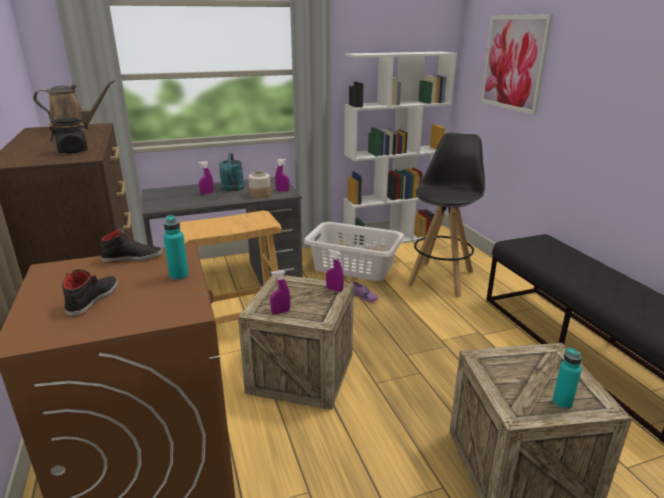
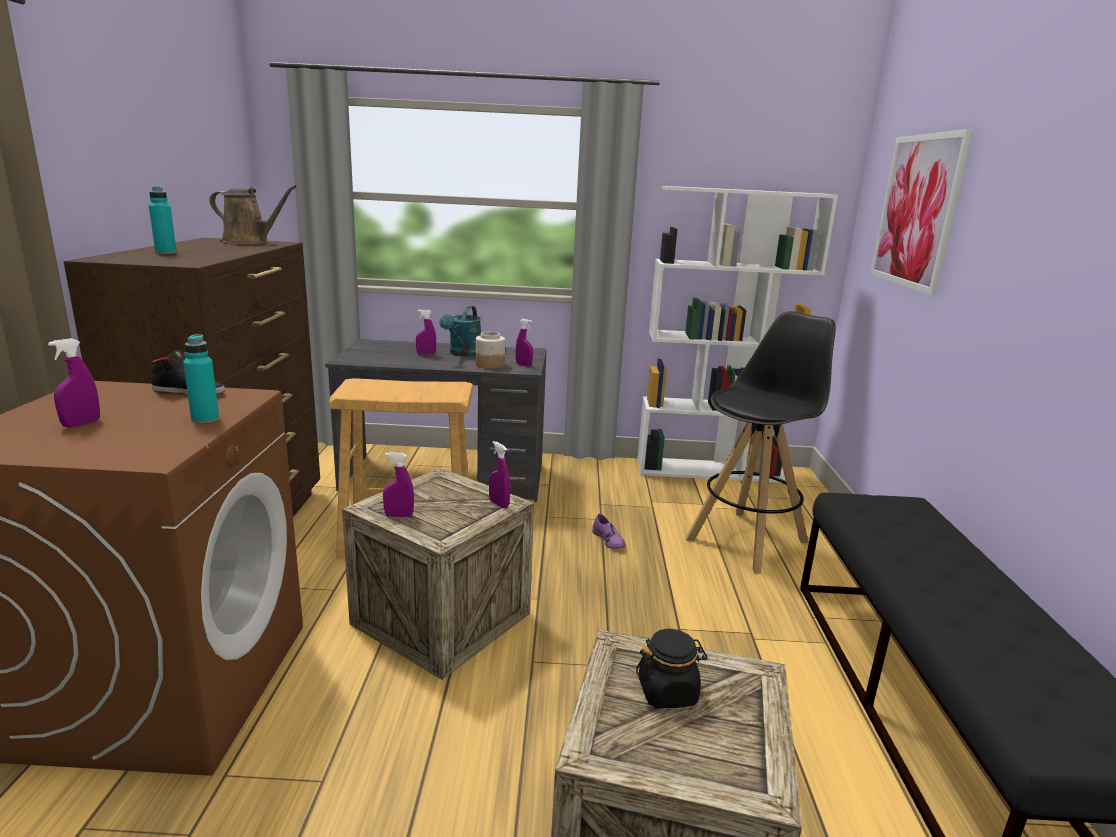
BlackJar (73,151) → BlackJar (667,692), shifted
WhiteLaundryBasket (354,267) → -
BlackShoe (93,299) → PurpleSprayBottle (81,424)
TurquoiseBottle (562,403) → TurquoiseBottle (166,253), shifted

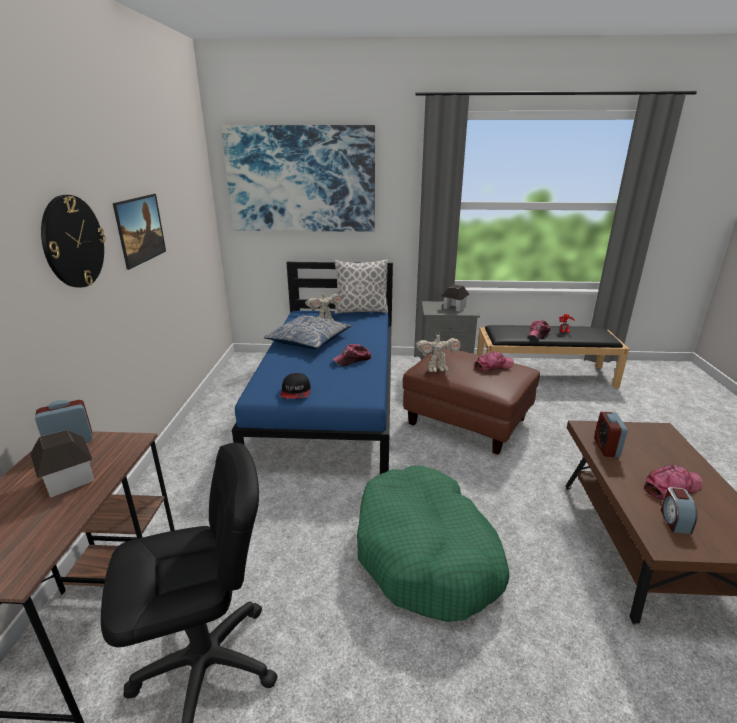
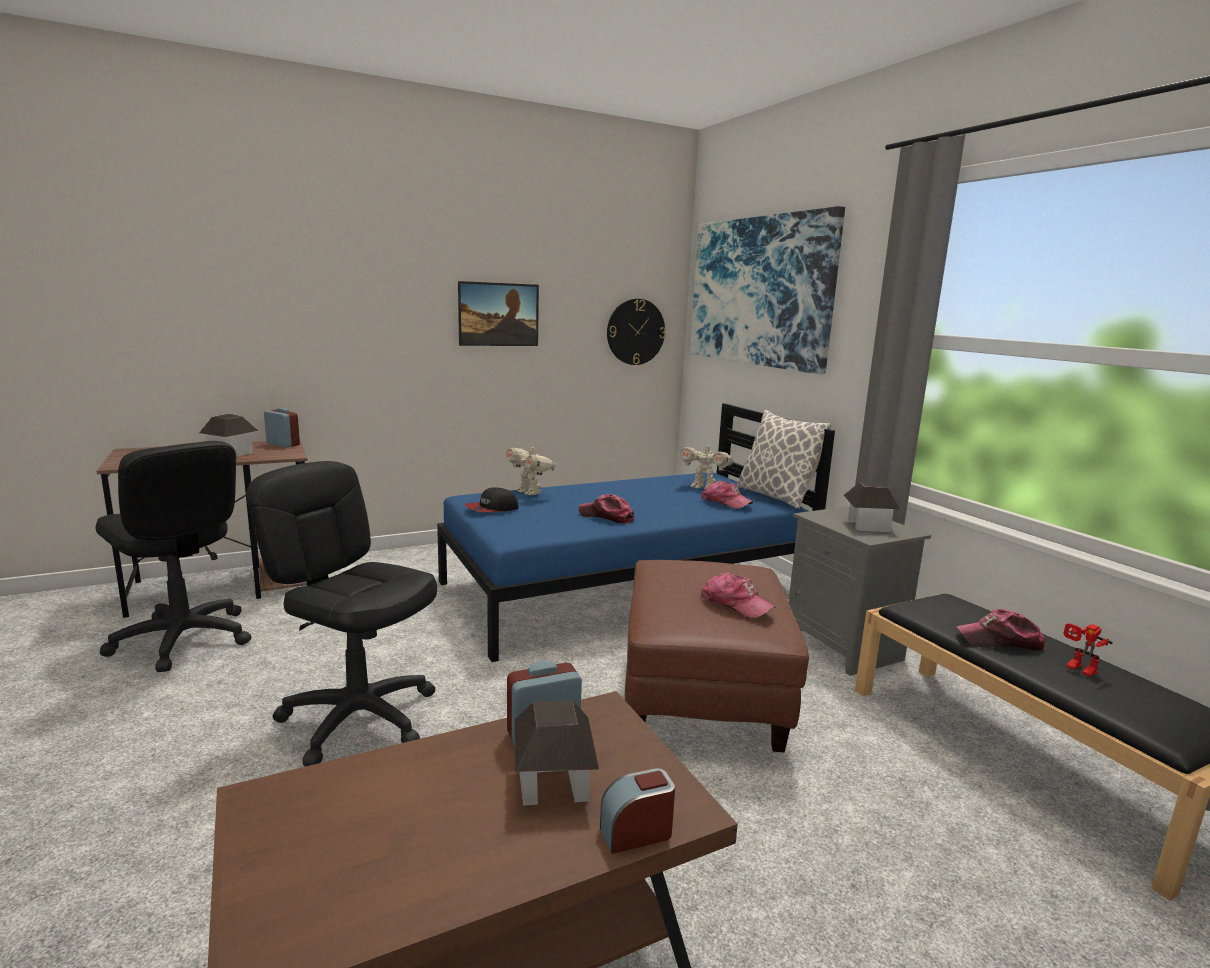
WallClock (73,242) → WallClock (635,332), shifted
Pillow (308,340) → -
ToyRobot (436,369) → ToyRobot (530,492), shifted
Cap (671,487) → Cap (725,502), shifted
GreenDogBed (426,554) → BlackOfficeChair (359,718)
AlarmClock (674,520) → AlarmClock (636,832), shifted
- → ToyHouse (553,783)

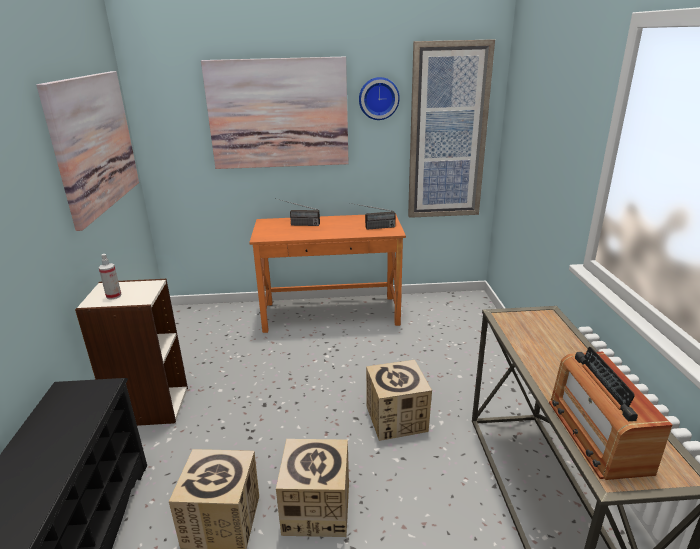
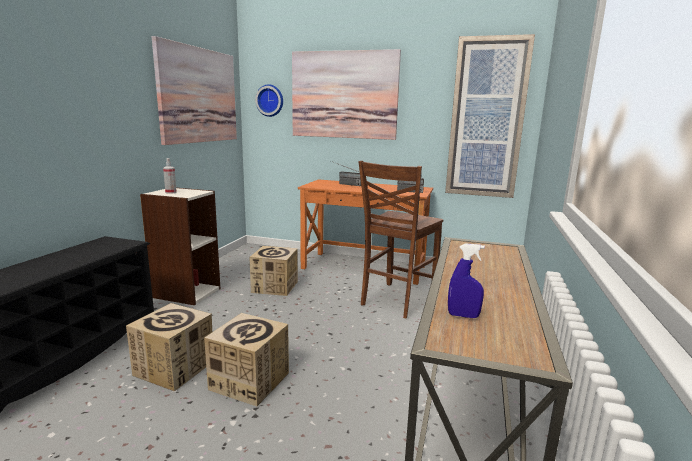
WallClock (378,98) → WallClock (270,100), shifted
Radio (597,435) → BlueSprayBottle (463,316)
CardboardBox (396,419) → CardboardBox (275,287), shifted
- → BrownChair (396,300)

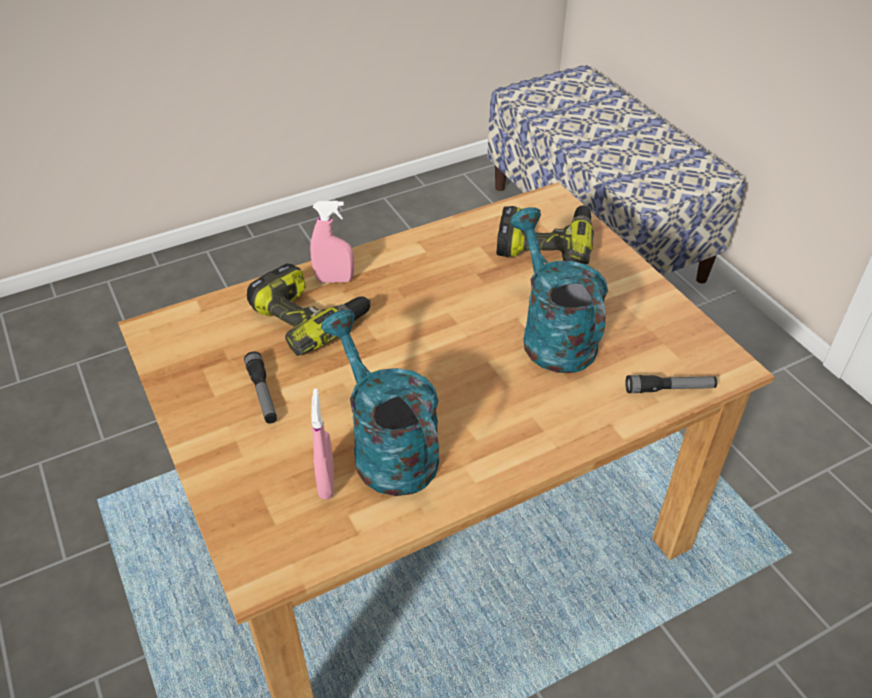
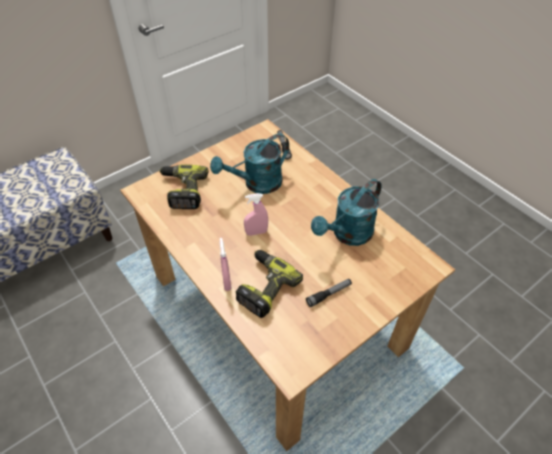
PinkSprayBottle (326,482) → PinkSprayBottle (256,232), shifted

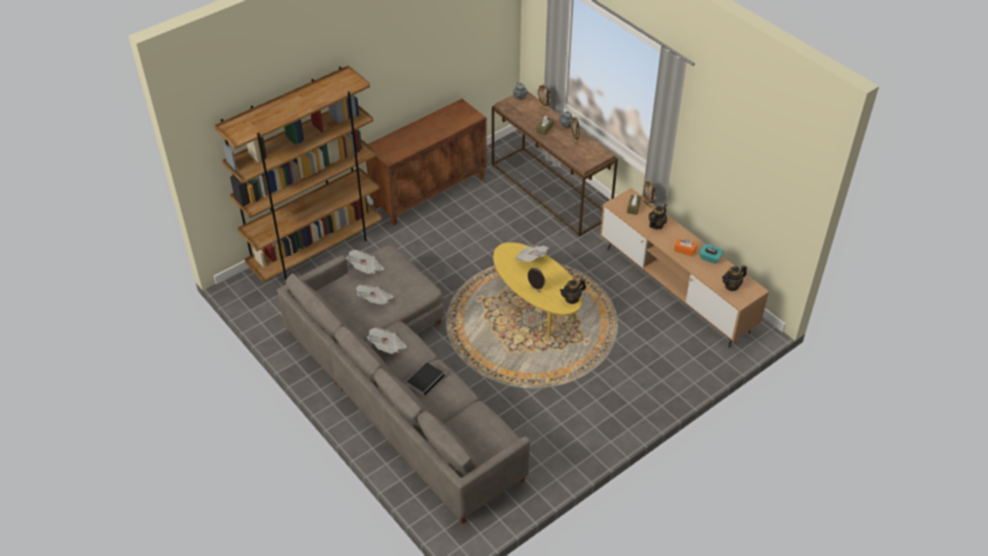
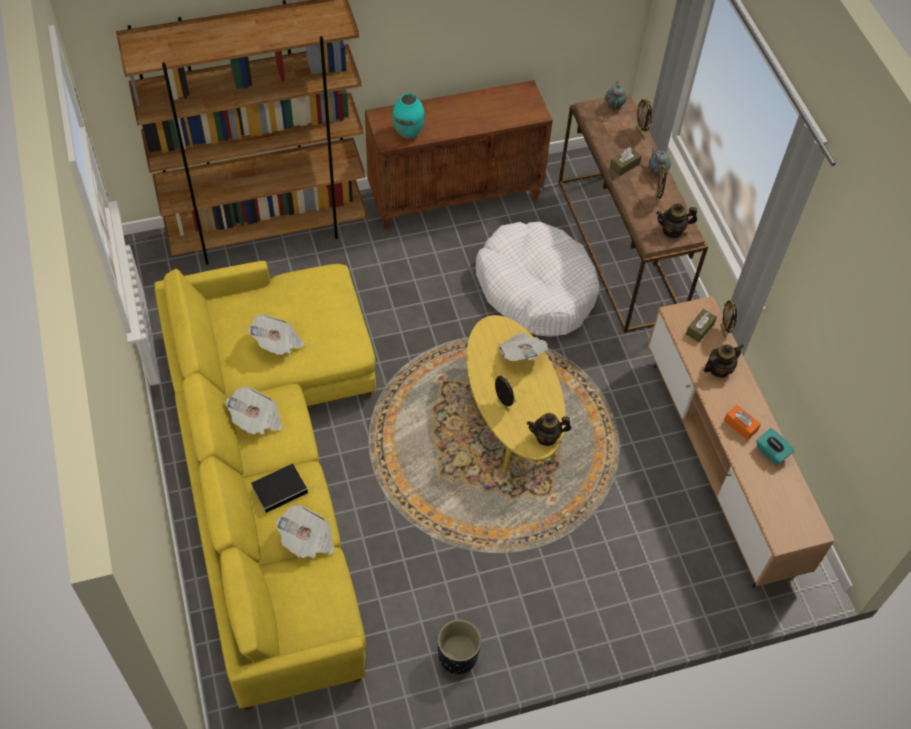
GreySofa (400,384) → YellowSofa (273,467)
Newspaper (366,269) → Newspaper (308,540), shifted
Teapot (732,286) → Teapot (672,230), shifted
- → TurquoiseVase (408,132)
- → WhiteDogBed (536,288)
- → BlackPlanter (457,655)

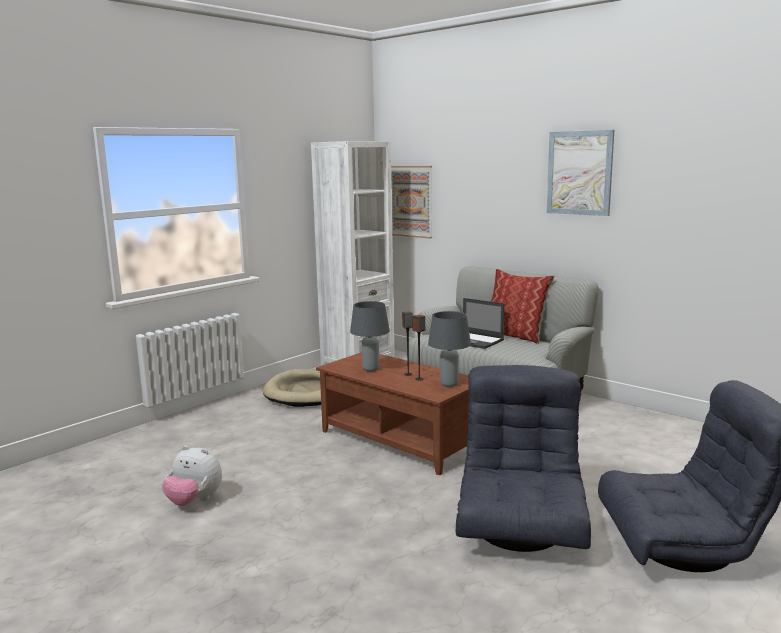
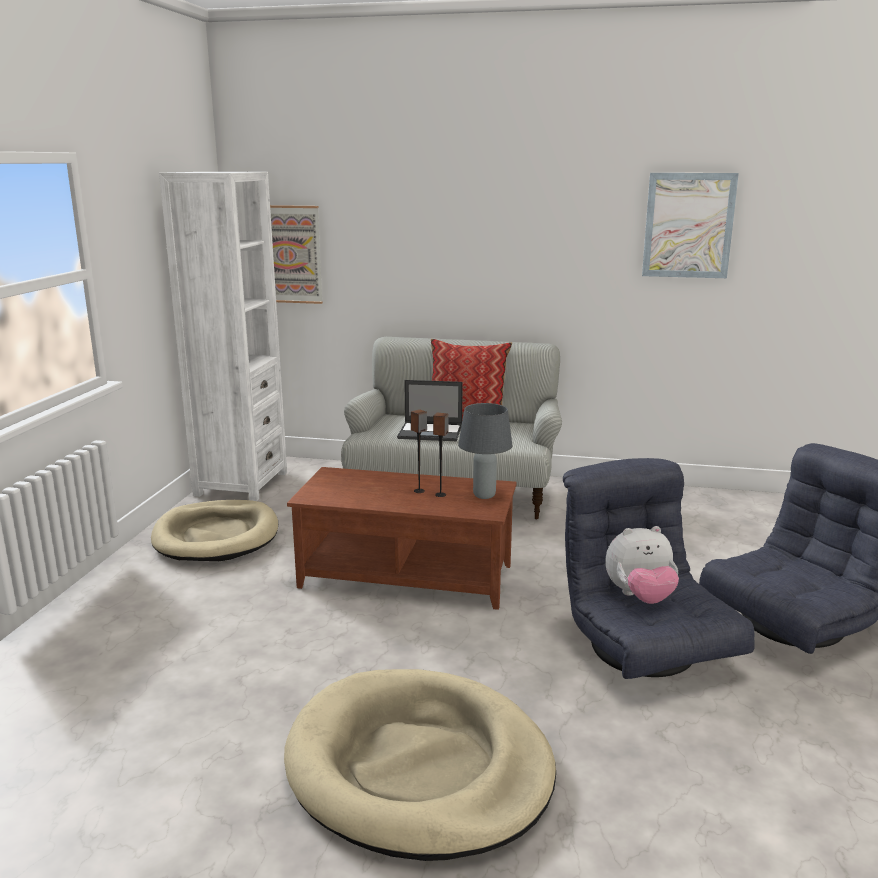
Picture (579,173) → Picture (688,225), shifted
GreyTableLamp (371,369) → -
PlushToy (194,501) → PlushToy (640,597), shifted
- → BeigeDogBed (419,768)

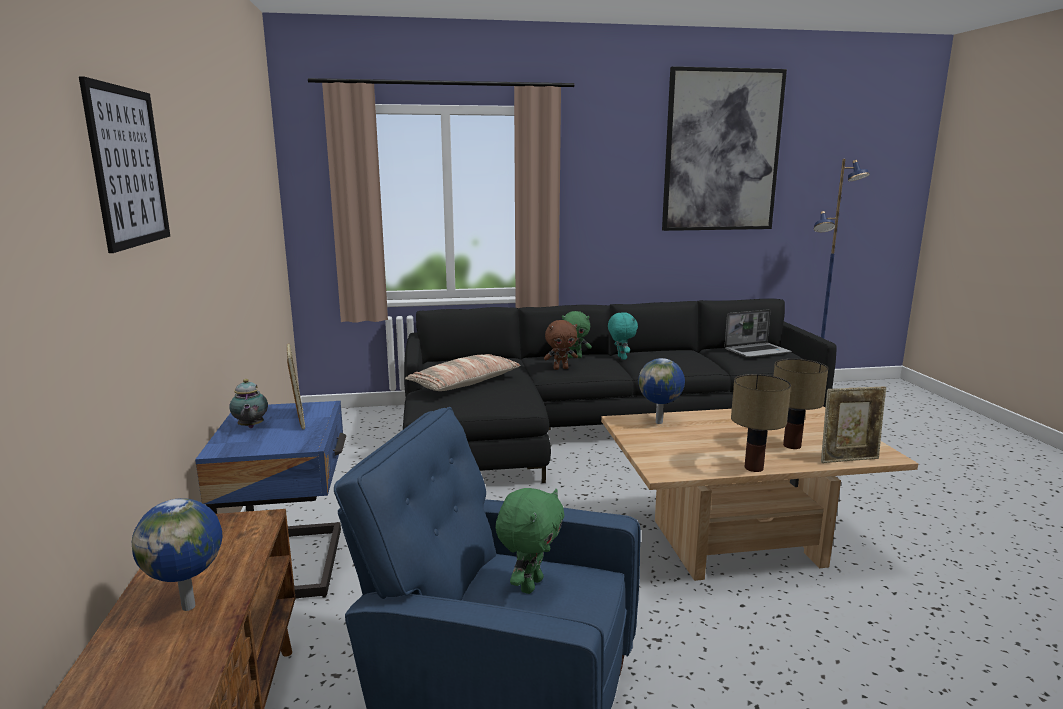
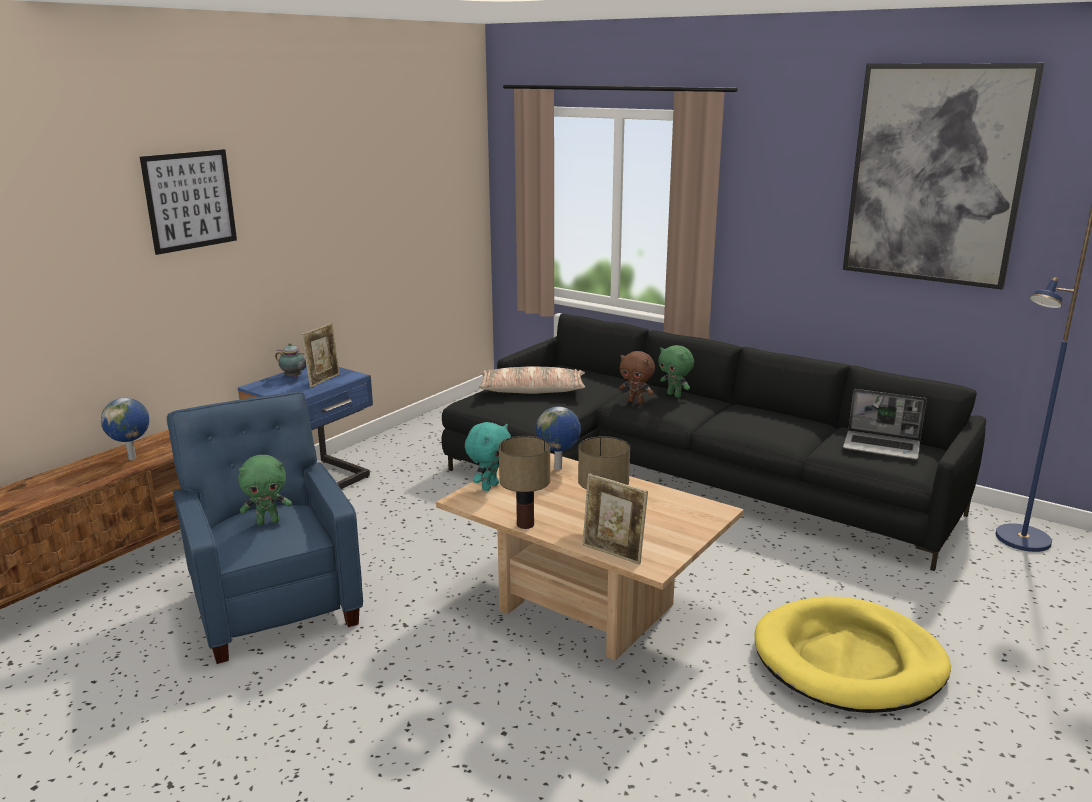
TurquoisePlushToy (621,358) → TurquoisePlushToy (489,486), shifted
Teapot (250,427) → Teapot (294,377), 90 degrees counterclockwise
- → YellowDogBed (848,661)

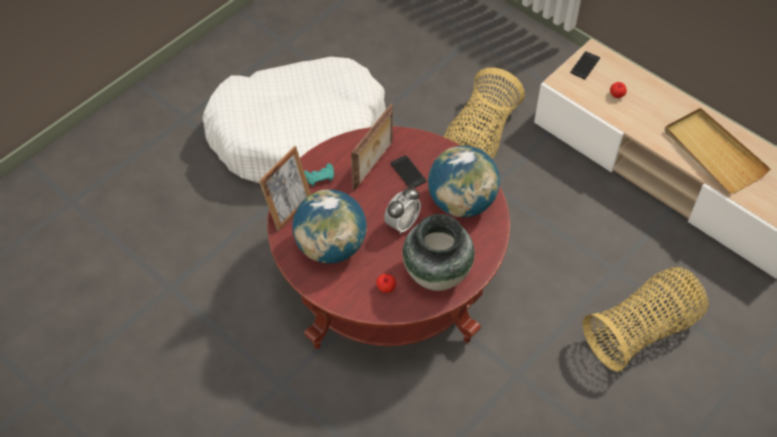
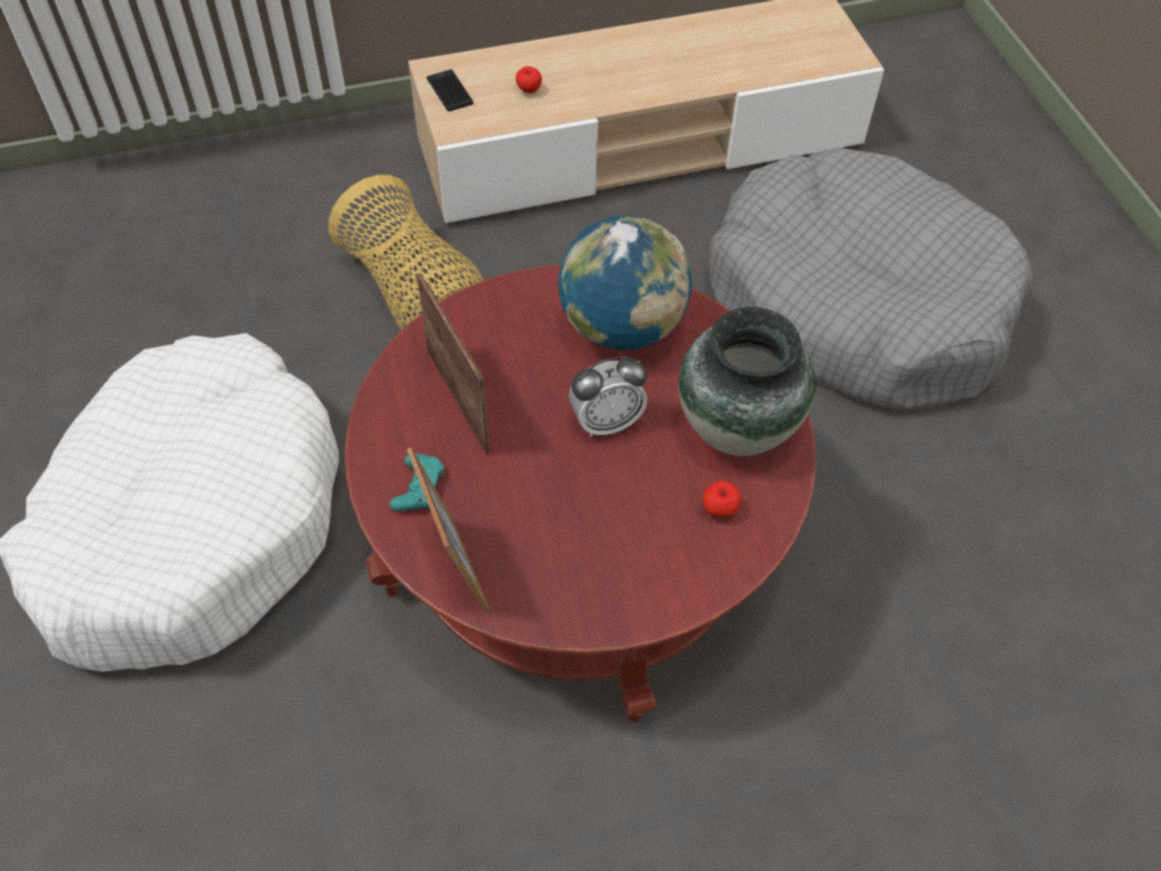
BeigeTray (713,153) → -
Phone (408,172) → -
AlarmClock (402,223) → AlarmClock (606,422), 90 degrees clockwise
Globe (331,247) → -
Basket (642,331) → GreyDogBed (856,304)

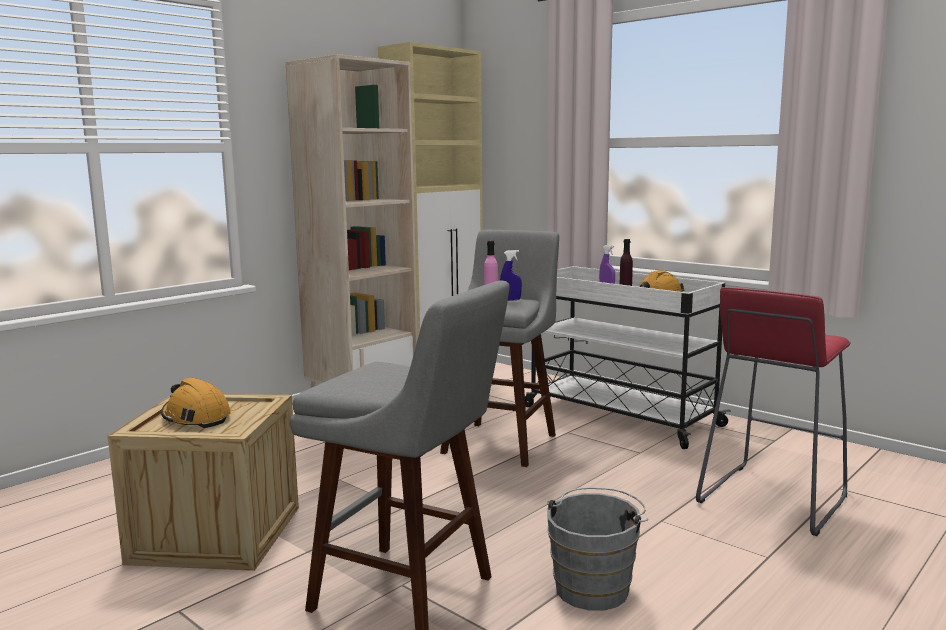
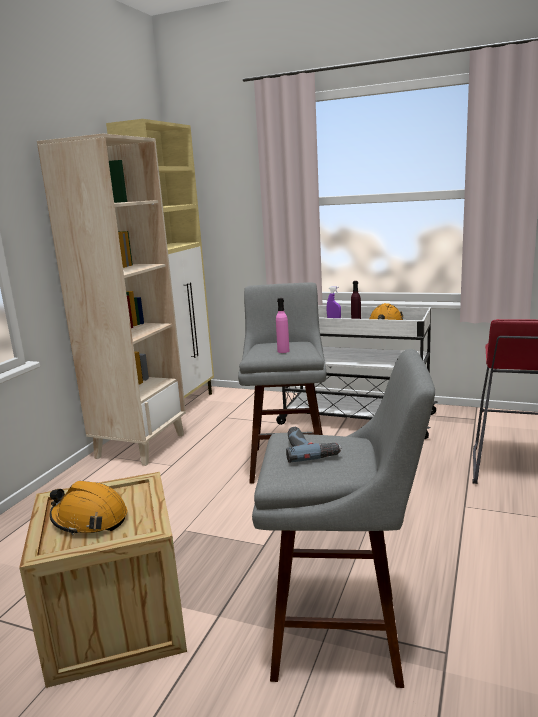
BlueSprayBottle (510,300) → -
GreyBucket (594,586) → -
- → PowerDrill (310,449)

